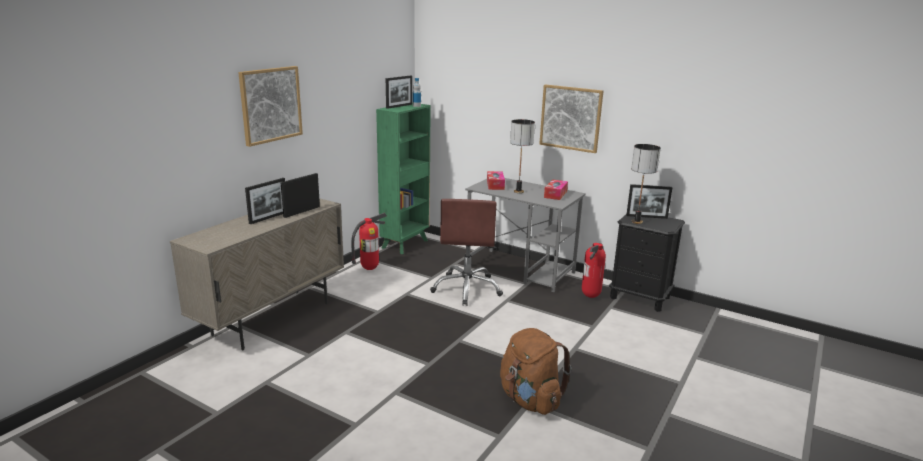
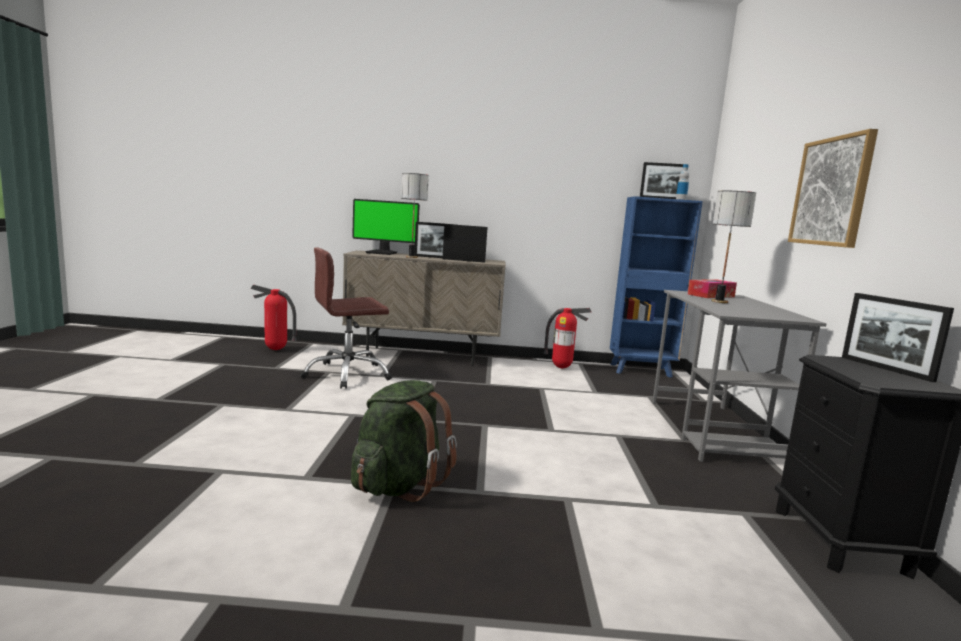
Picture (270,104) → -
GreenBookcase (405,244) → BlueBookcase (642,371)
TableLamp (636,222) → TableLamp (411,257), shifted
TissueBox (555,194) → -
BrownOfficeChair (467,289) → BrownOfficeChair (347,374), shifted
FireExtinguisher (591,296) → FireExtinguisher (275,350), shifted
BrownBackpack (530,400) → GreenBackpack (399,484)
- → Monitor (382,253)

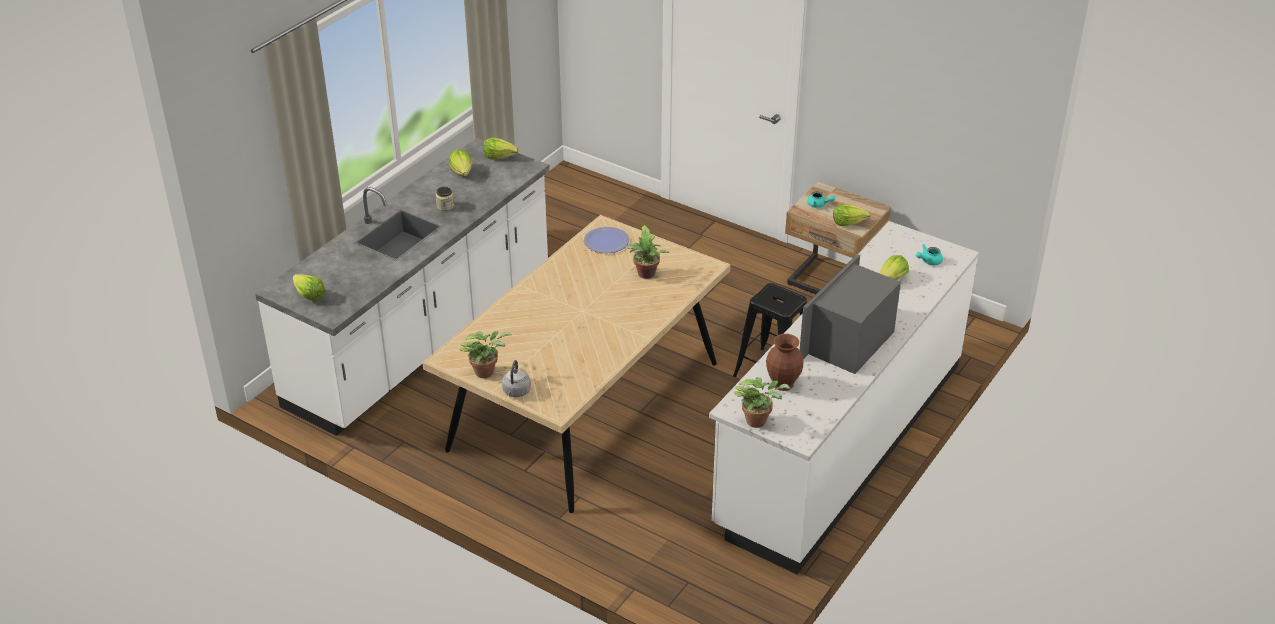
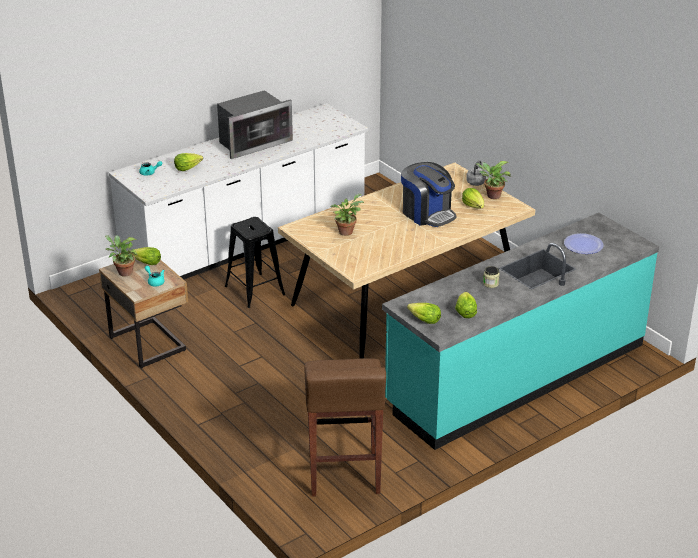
WhiteCounter (423,336) → TurquoiseCounter (516,374)
Plate (606,241) → Plate (583,245), shifted
Lettuce (309,295) → Lettuce (473,206), shifted
BrownVase (783,383) → -
PottedPlant (759,420) → PottedPlant (123,272), shifted
- → CoffeeMachine (427,214)
- → BrownStool (344,475)

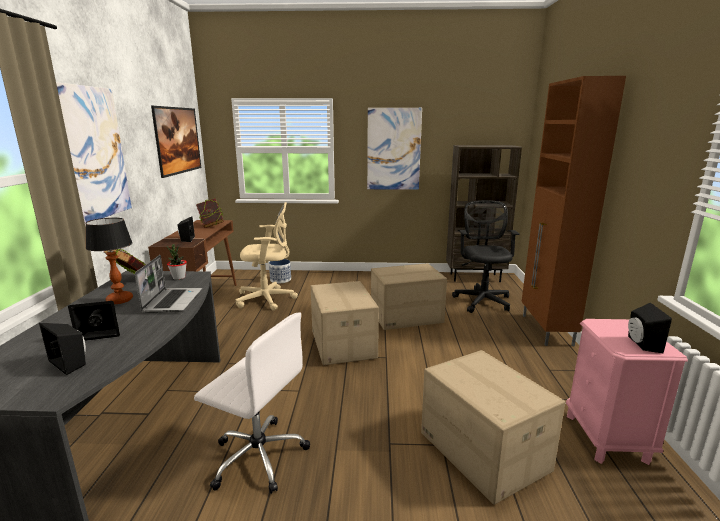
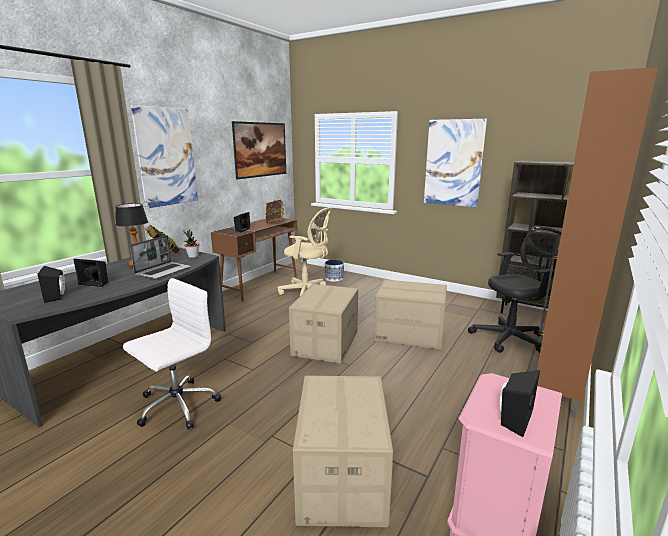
BlackOfficeChair (482,300) → BlackOfficeChair (512,338), 45 degrees clockwise
WhiteOfficeChair (258,456) → WhiteOfficeChair (176,406), 105 degrees counterclockwise

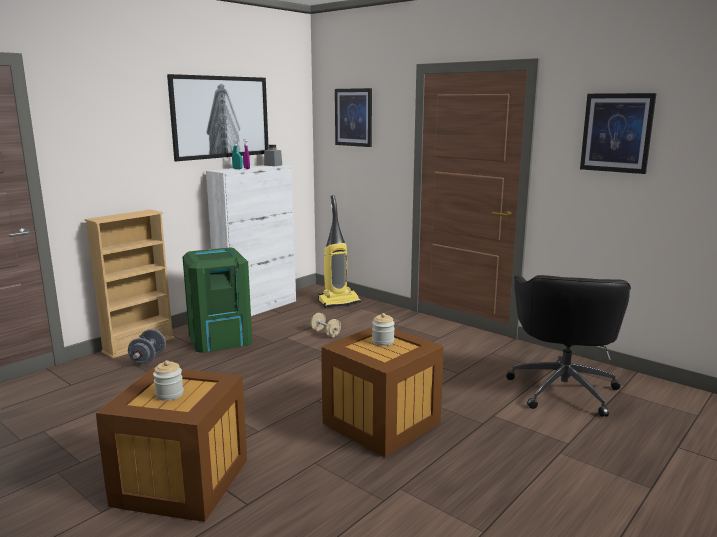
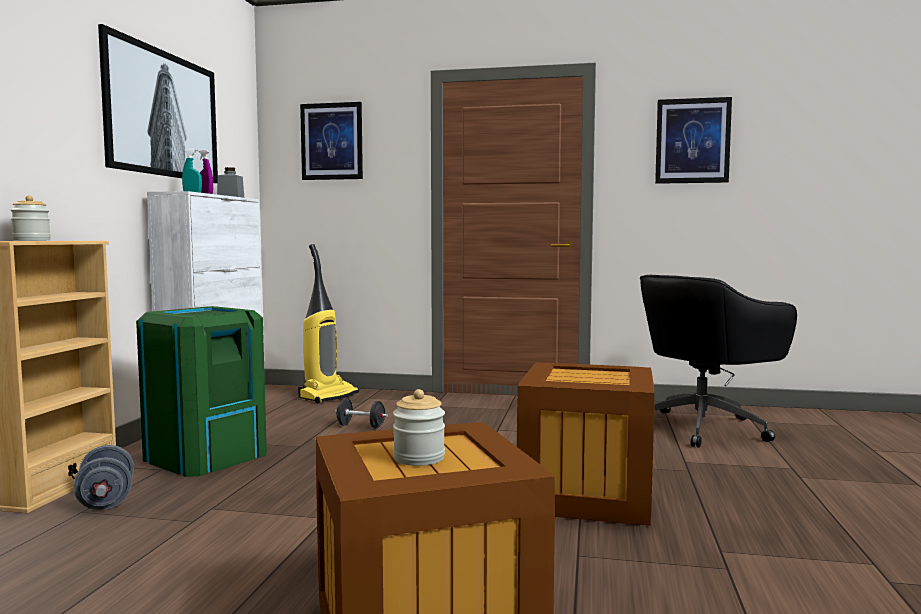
BlackOfficeChair (563,388) → BlackOfficeChair (704,428), 75 degrees clockwise
BeigeDumbbell (325,333) → BlackDumbbell (361,426)
Jar (383,341) → Jar (31,240), shifted

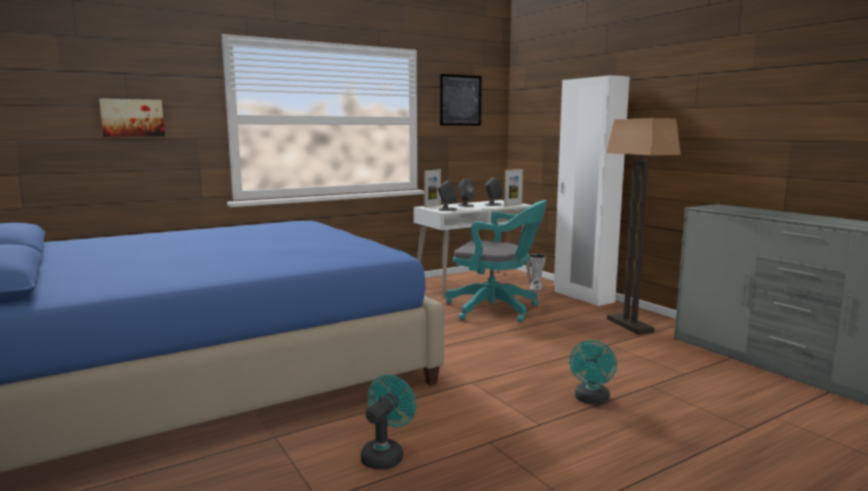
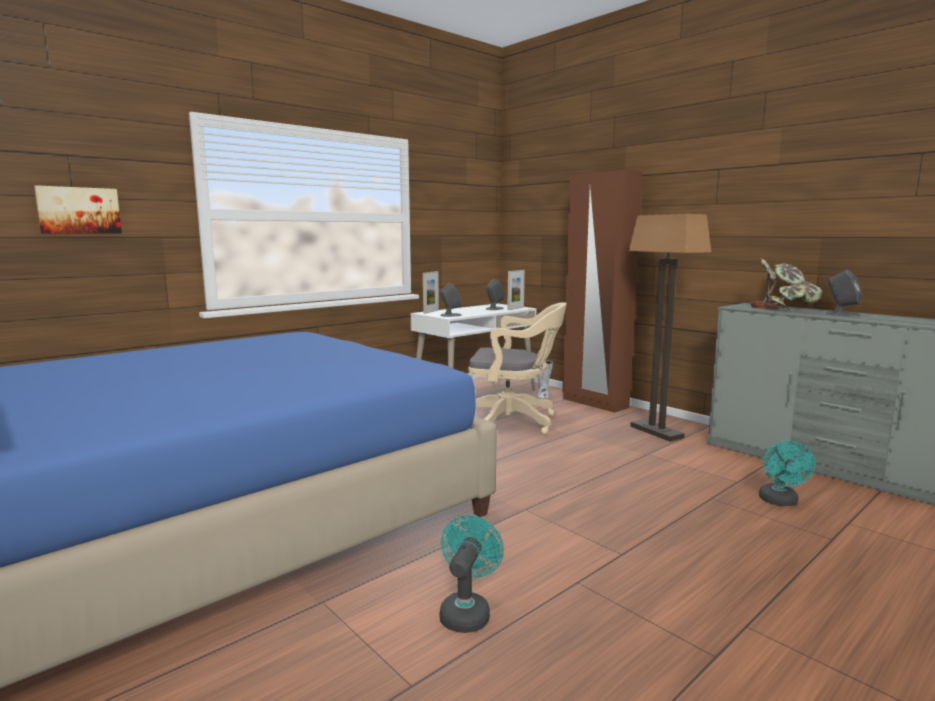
Picture (460,100) → -
WhiteWardrobe (583,297) → BrownWardrobe (594,403)
GreySpeaker (465,205) → GreySpeaker (841,314), shifted
TurquoiseOfficeChair (497,309) → BeigeOfficeChair (513,422)
TurquoiseFan (591,400) → TurquoiseFan (780,502), shifted
- → PottedPlant (783,308)

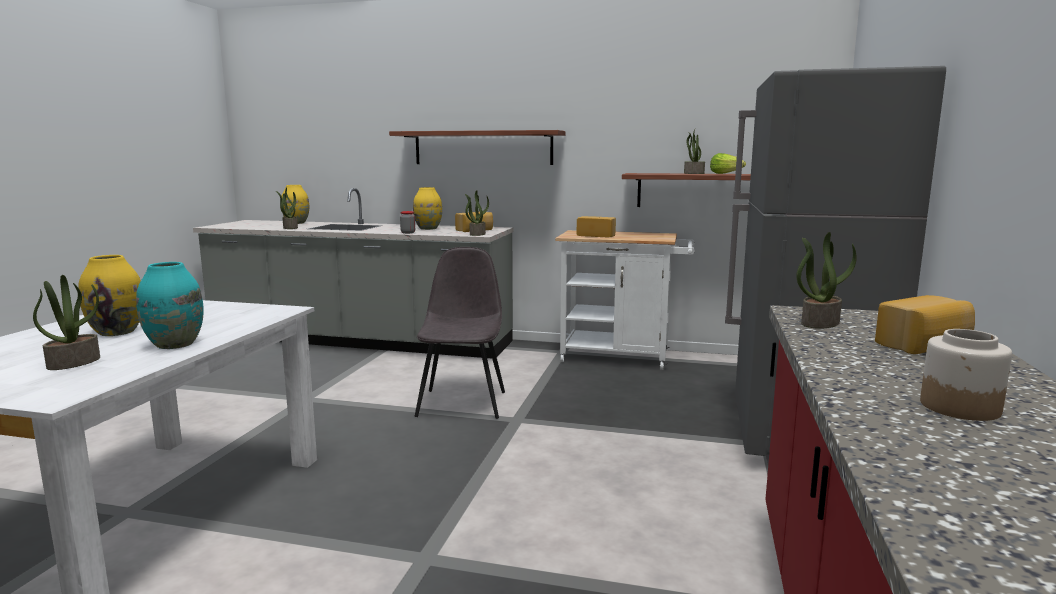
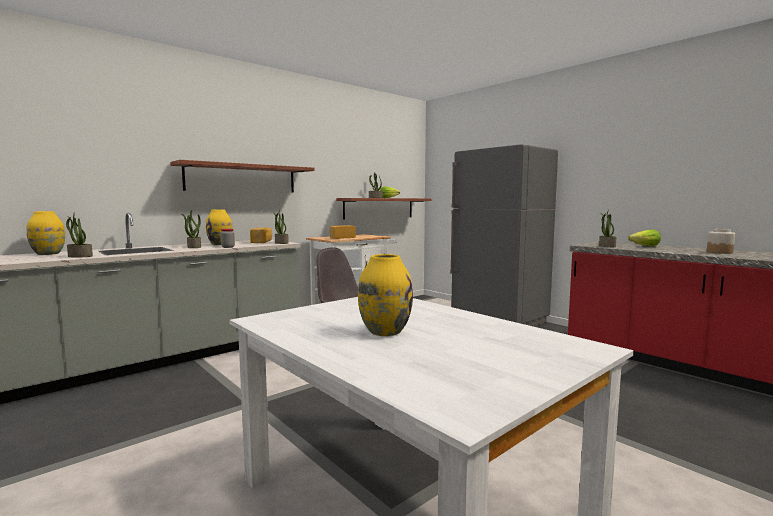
TurquoiseVase (174,344) → -
PottedPlant (74,362) → PottedPlant (193,247), shifted
Bread (925,345) → Lettuce (645,246)

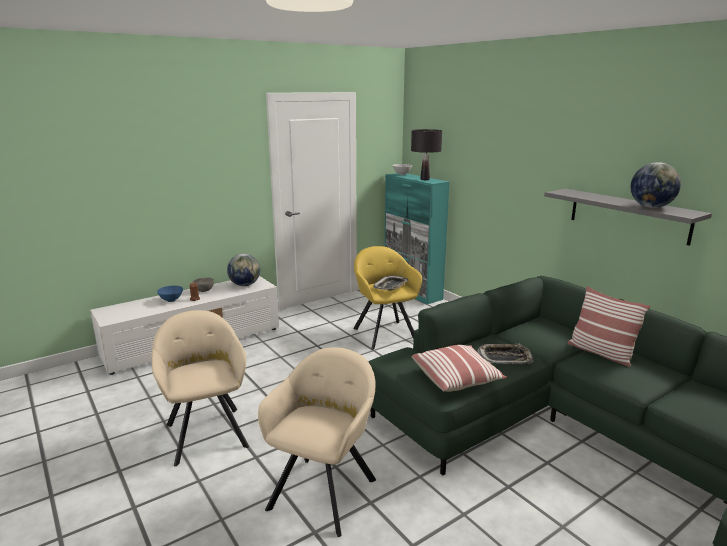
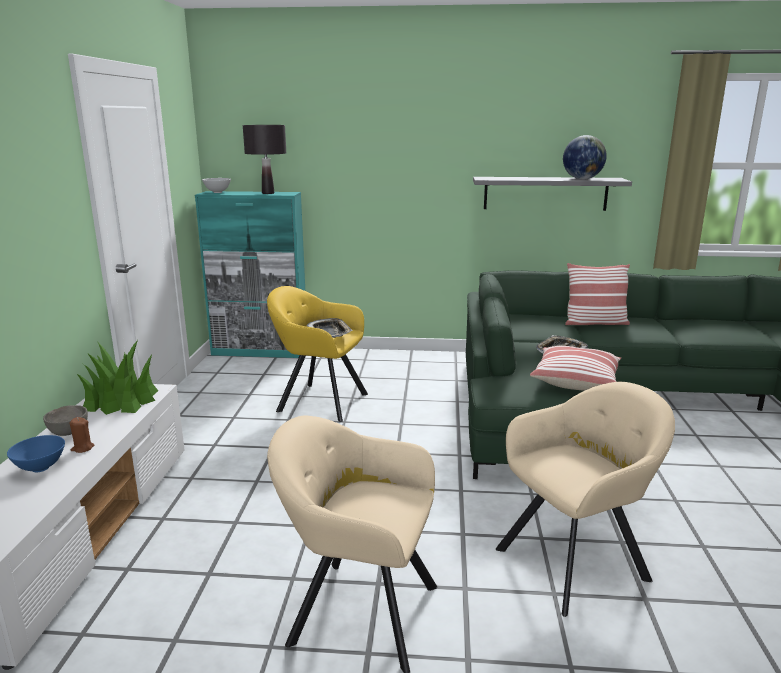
Globe (245,285) → PottedPlant (121,400)
BeigeArmchair (325,490) → BeigeArmchair (577,561), 90 degrees clockwise

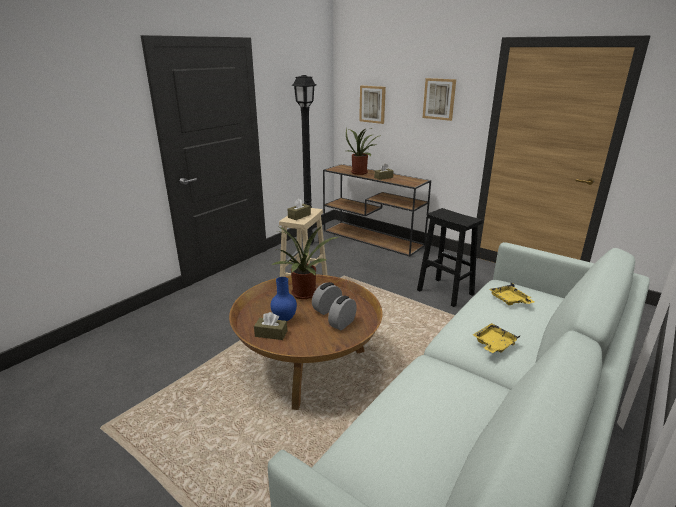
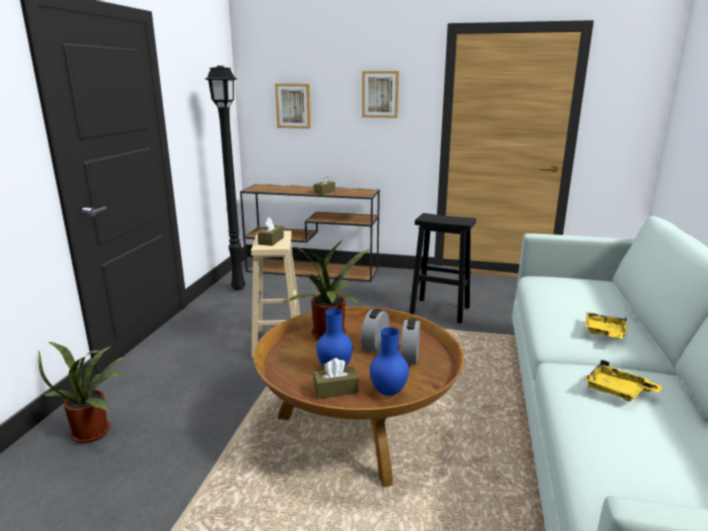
PottedPlant (361,172) → PottedPlant (95,430), shifted
YellowTray (509,300) → YellowTray (618,391), shifted
- → BlueVase (389,392)

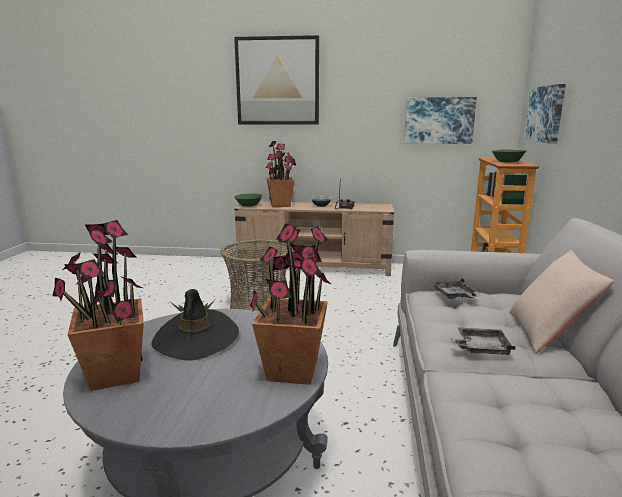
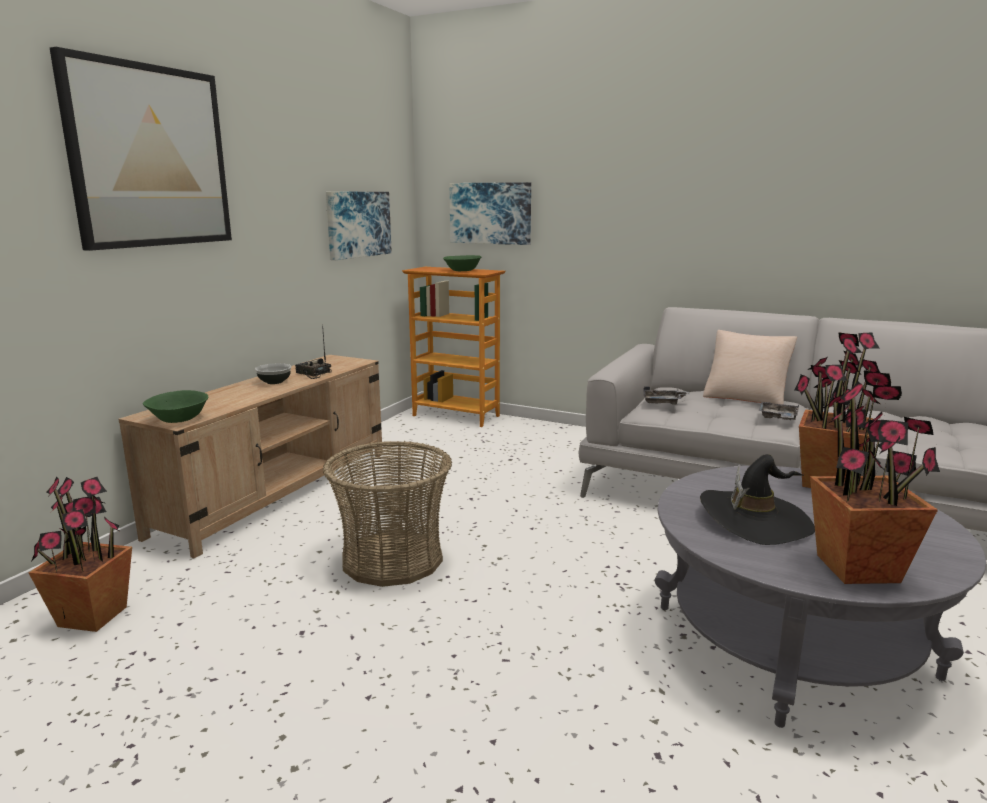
PottedPlant (281,205) → PottedPlant (93,616), shifted

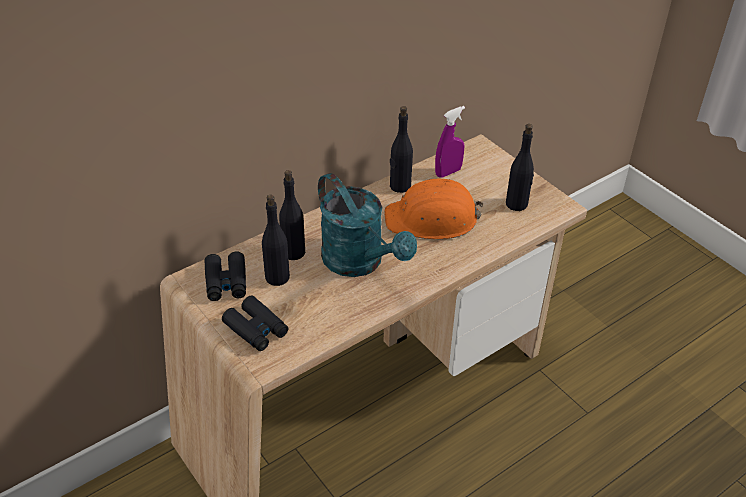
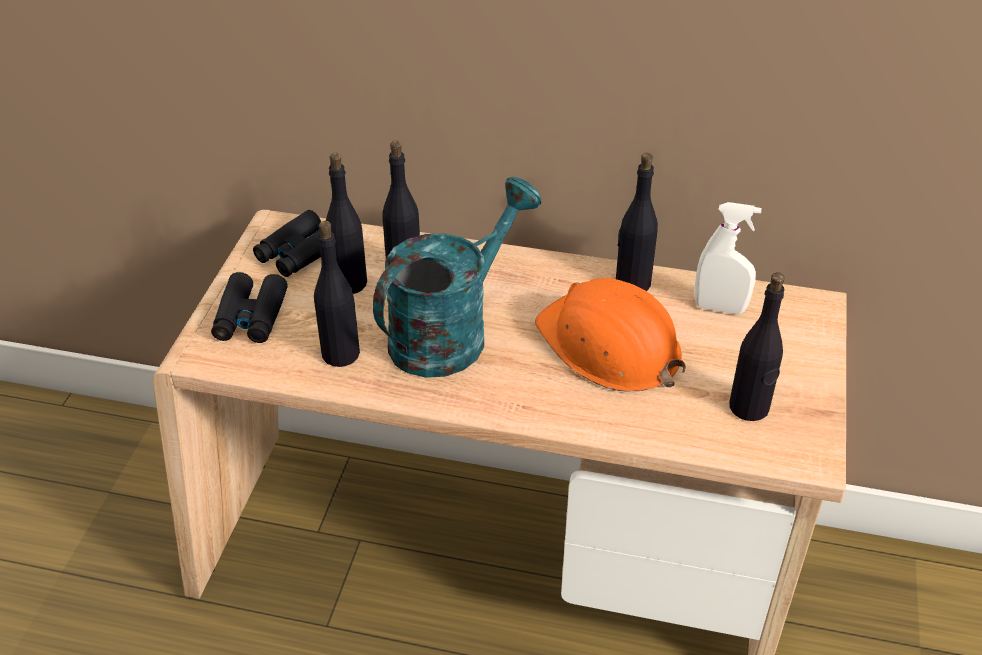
PurpleSprayBottle (448,172) → WhiteSprayBottle (719,308)
TurquoiseWateringCan (360,263) → TurquoiseWateringCan (450,331), 150 degrees counterclockwise
- → BlackBottle (340,353)

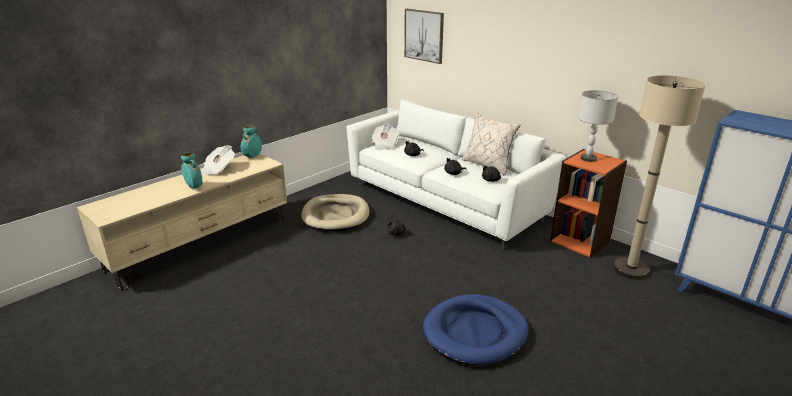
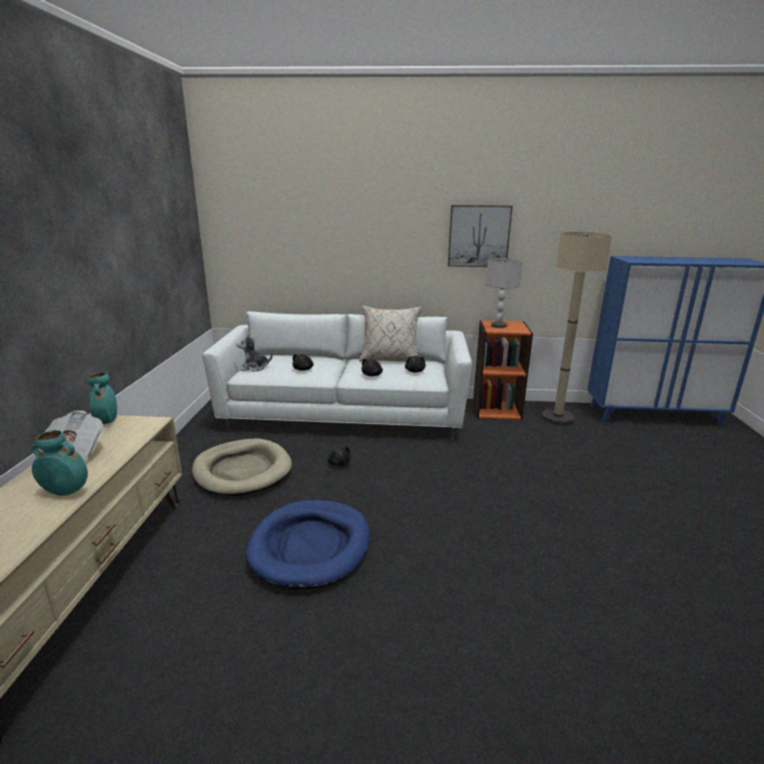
Picture (424,35) → Picture (478,236), shifted
Newspaper (384,145) → PlushToy (254,368)
BlueDogBed (475,333) → BlueDogBed (310,546), shifted

